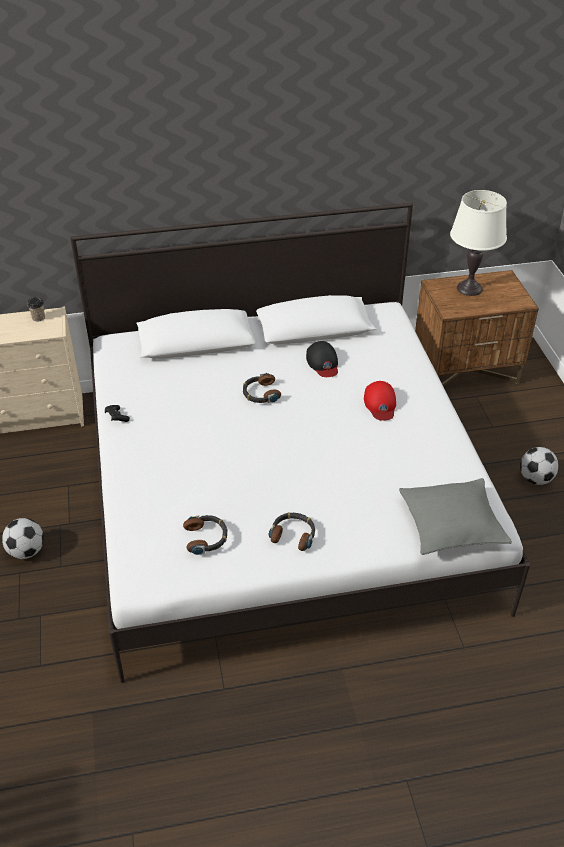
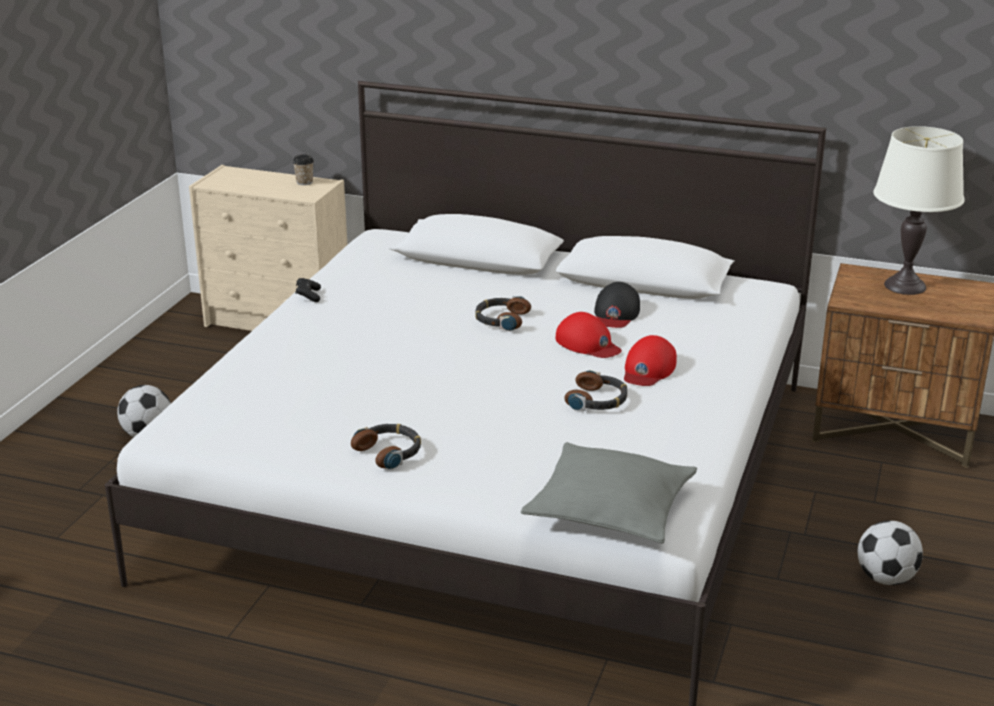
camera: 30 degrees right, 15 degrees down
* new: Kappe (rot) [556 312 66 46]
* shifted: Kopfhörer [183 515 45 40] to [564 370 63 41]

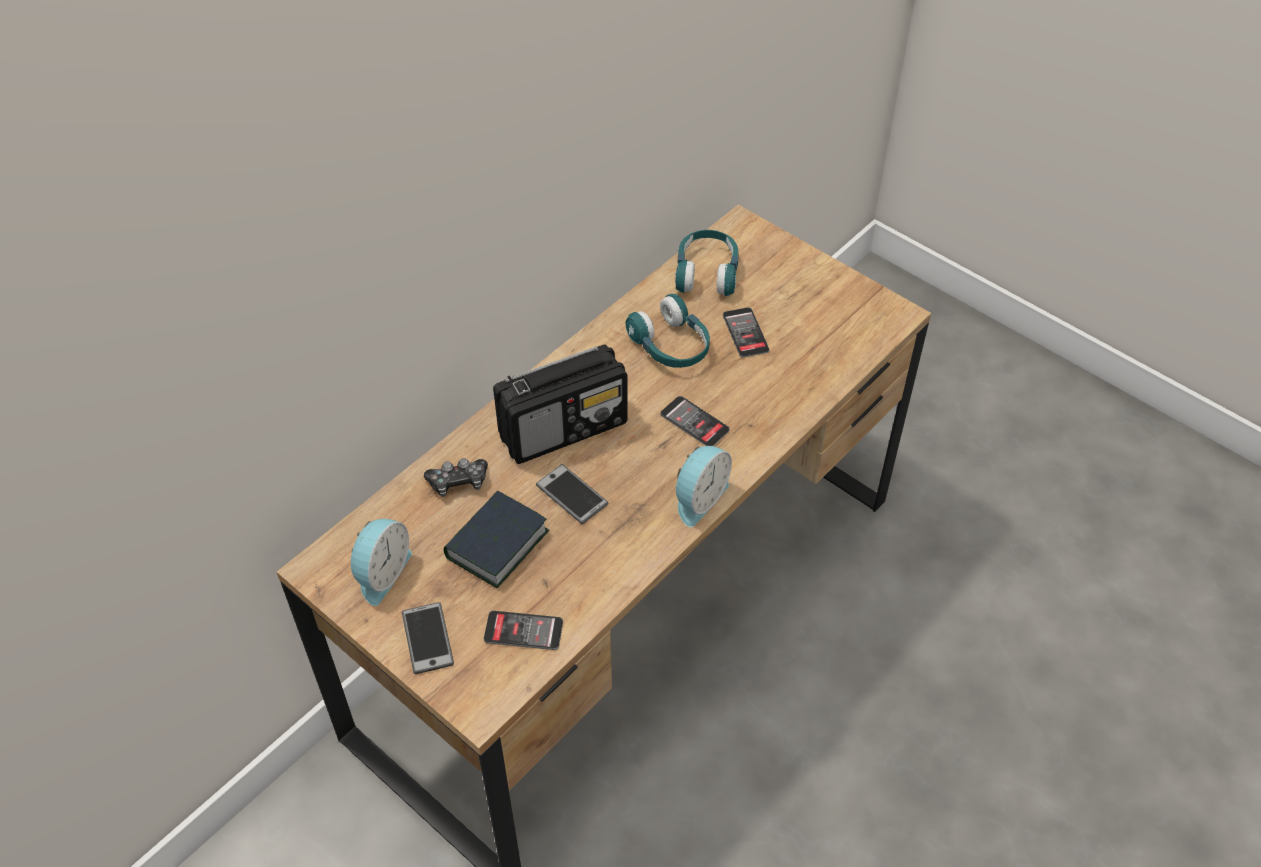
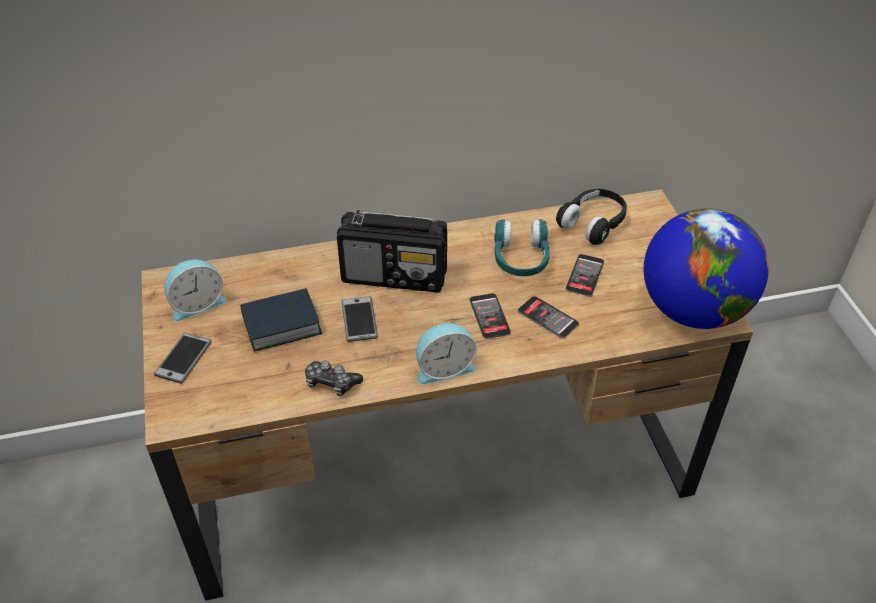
camera: 35 degrees right, 5 degrees down
* new: Globus [644 208 125 121]
* shifted: Gamepad [424 458 64 39] to [305 361 58 35]
* shifted: Handy [484 611 79 39] to [518 296 61 43]
* repainted: Kopfhörer (türkis) [675 230 64 66] to Kopfhörer (schwarz) [556 189 71 56]

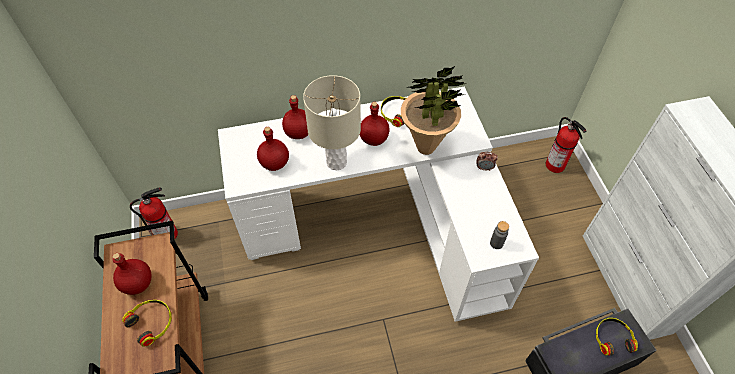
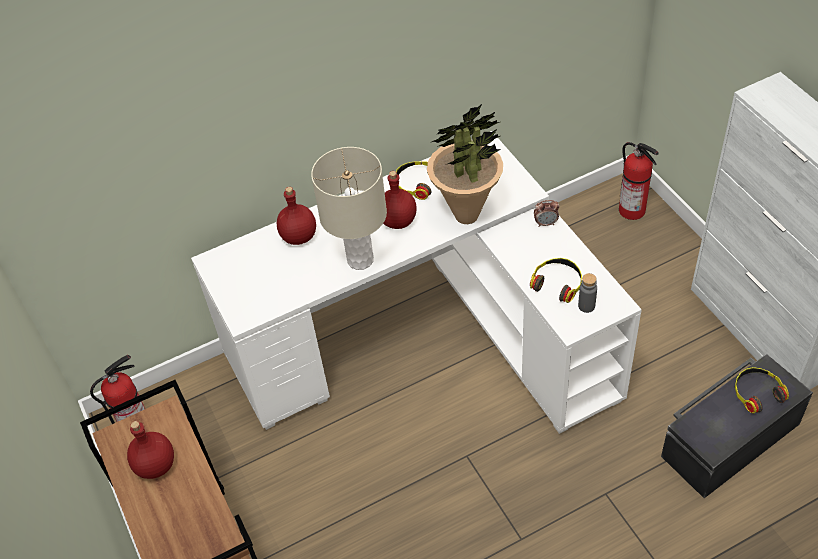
camera: 10 degrees left, 5 degrees down
* gone: Flasche (rot) [257 127 32 44]
* shifted: Kopfhörer [122 300 50 47] to [530 258 52 45]

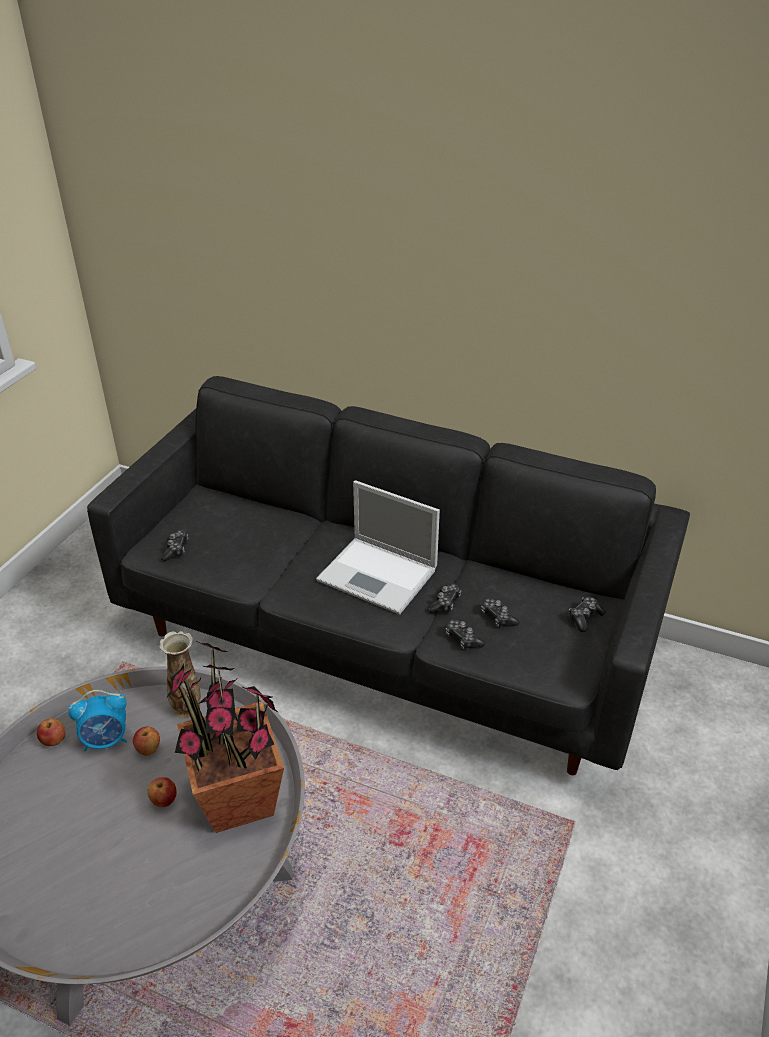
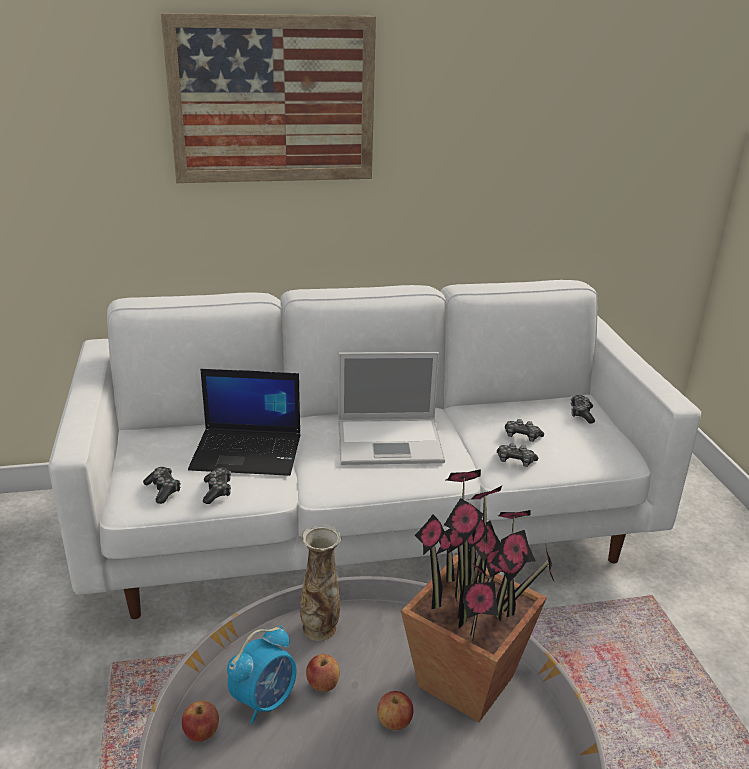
camera: 35 degrees left, 10 degrees down
* new: Bild [161 13 215 170]
* new: Laptop [188 369 113 107]
* shifted: Gamepad [427 584 34 29] to [203 467 28 37]
* repainted: Sofa (schwarz) [87 376 603 399] to Sofa (weiß) [48 280 653 339]

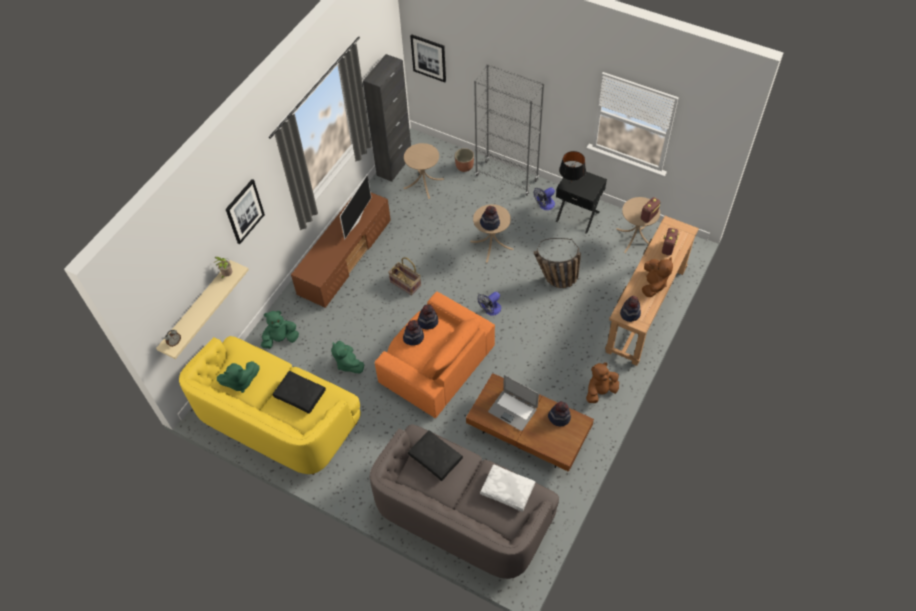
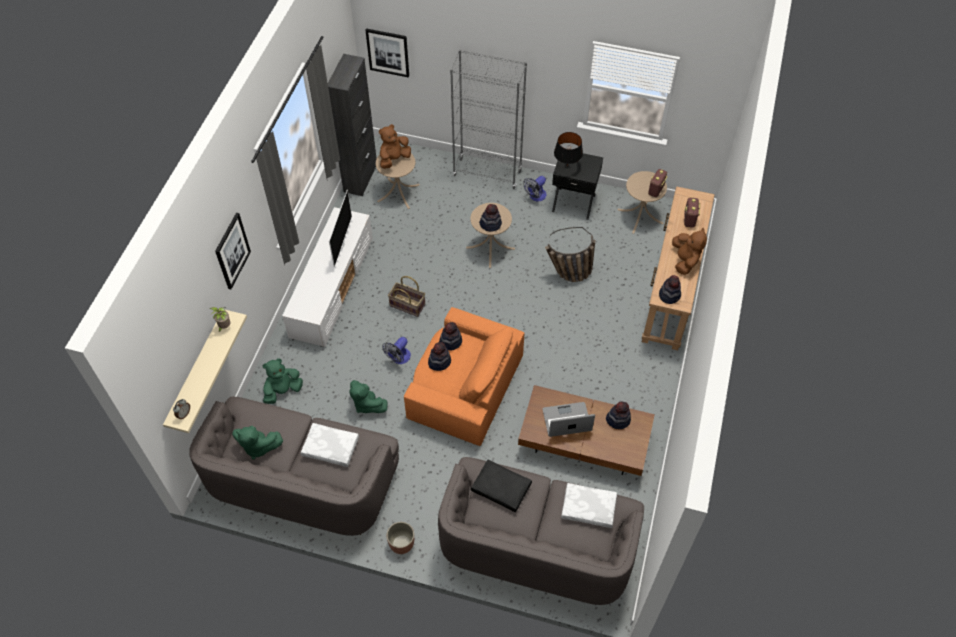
camera: 15 degrees left, 0 degrees up
* shifted: Pflanzkübel [455 148 19 24] to [387 522 27 32]
* shifted: Ventilator [477 292 24 24] to [382 337 29 27]
* shifted: Plüschtier (braun) [586 362 33 41] to [379 124 32 45]
* repainted: Sofa (gelb) [179 336 182 139] to Sofa (grau) [190 397 209 139]
* repainted: Kissen (schwarz) [273 371 53 43] to Kissen (weiß) [301 423 58 44]
* repainted: Fernsehschrank (braun) [291 192 100 116] to Fernsehschrank (weiß) [282 207 91 140]
* rotated: Plüschtier (grün) [217 361 42 32] = [232 425 51 34] 45 degrees clockwise
* rotated: Laptop [488 375 51 56] = [542 402 53 35] 150 degrees clockwise

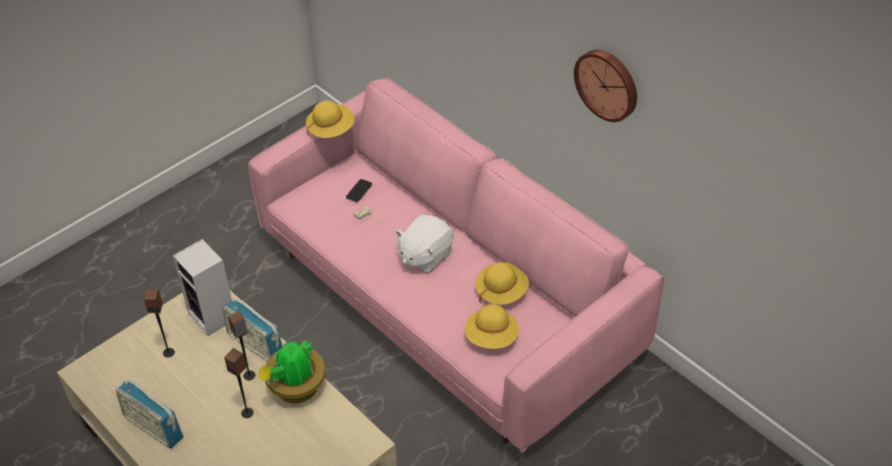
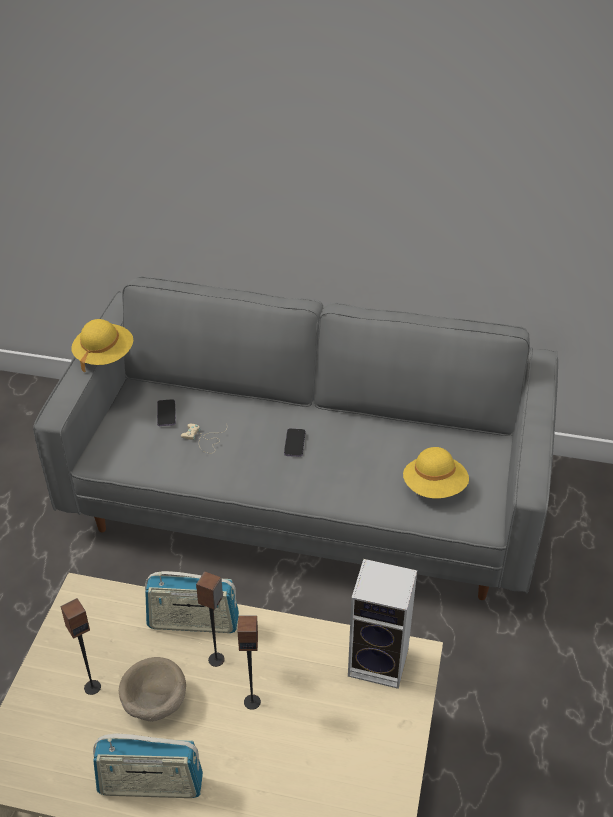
camera: 35 degrees left, 5 degrees down
* gone: Topfpflanze [258 341 68 62]
* gone: Hut (gelb) [475 262 54 43]
* gone: Wanduhr [574 50 63 72]
* new: Schüssel (beige) [119 657 67 64]
* shifted: Lautsprecher [173 239 59 97] to [348 559 69 130]
* swapped: Plüschtier (weiß) [395 215 59 58] to Handy [284 428 21 29]
* repainted: Sofa (rosa) [248 78 416 375] to Sofa (grau) [33 276 525 324]

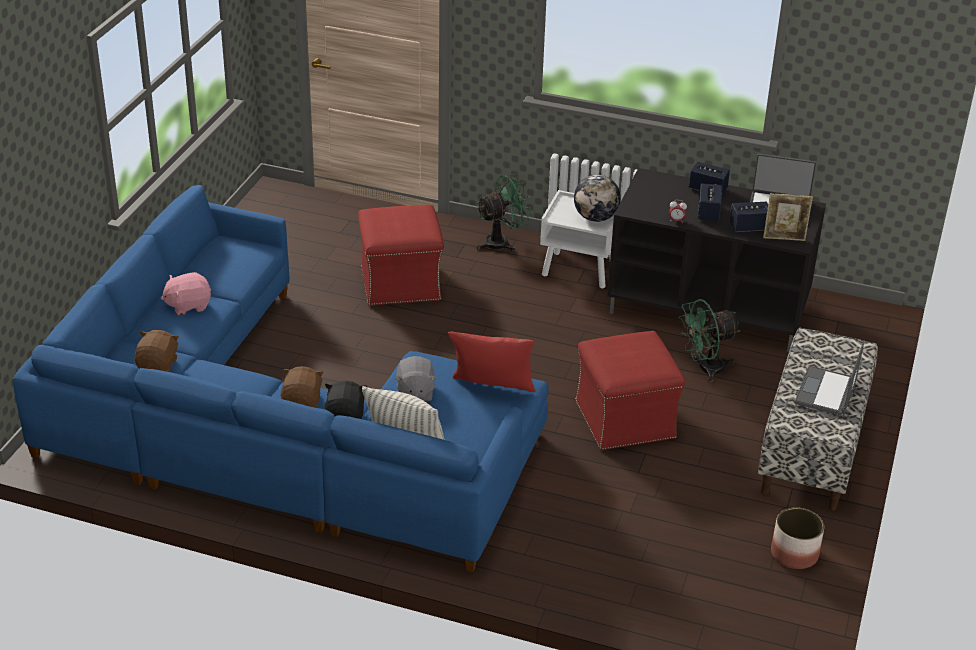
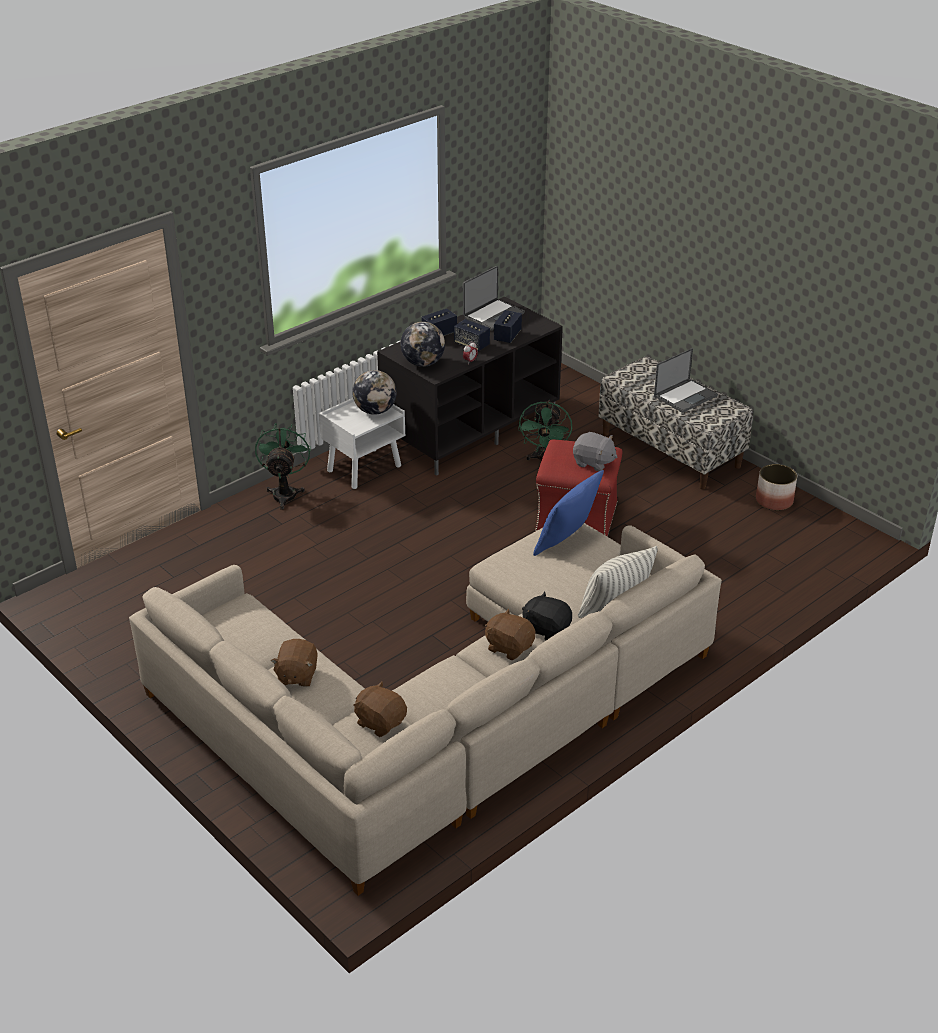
camera: 60 degrees left, 0 degrees up
* gone: Polsterhocker (rot) [358 205 86 101]
* gone: Bilderrahmen [763 193 50 48]
* new: Globus [401 322 44 45]
* shifted: Plüschtier (grau) [395 356 42 45] to [573 432 44 39]
* repainted: Sofa (blau) [13 185 536 388] to Sofa (beige) [129 523 593 373]
* repainted: Plüschtier (rosa) [161 272 50 43] to Plüschtier (braun) [271 639 47 48]
* repainted: Kissen (rot) [448 332 87 60] to Kissen (blau) [533 470 71 86]
* rotated: Laptop [794 342 70 74] = [654 348 64 65] 90 degrees counterclockwise

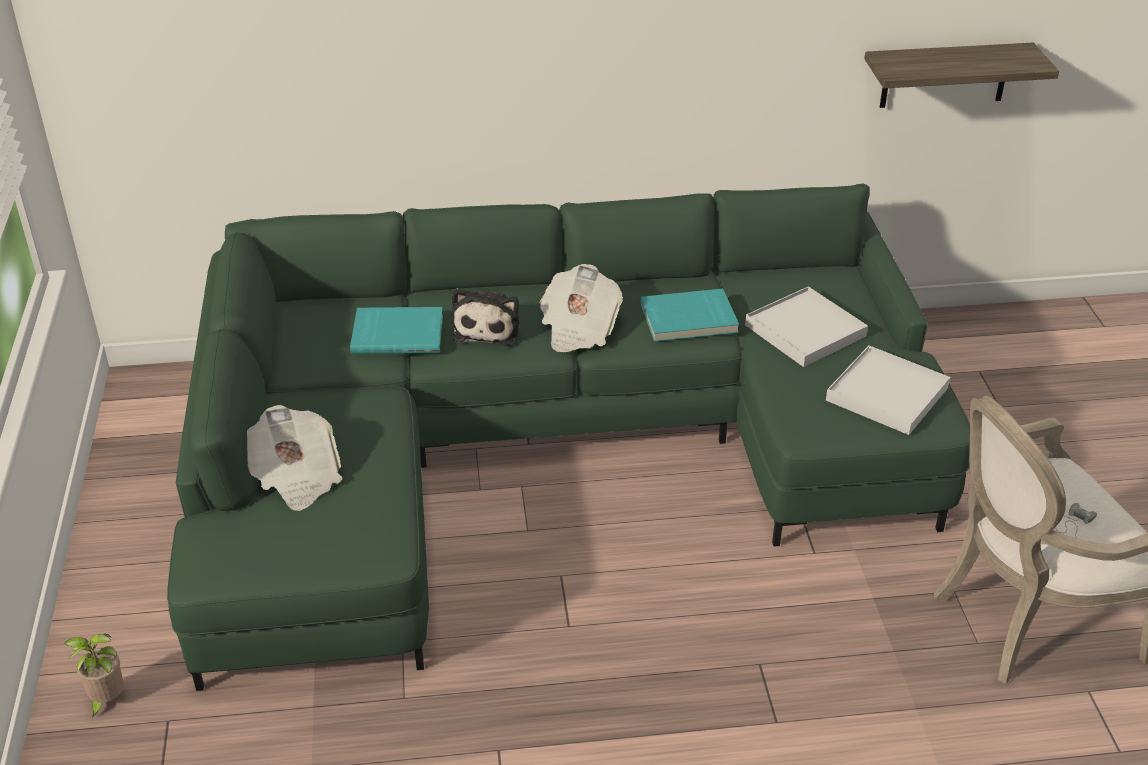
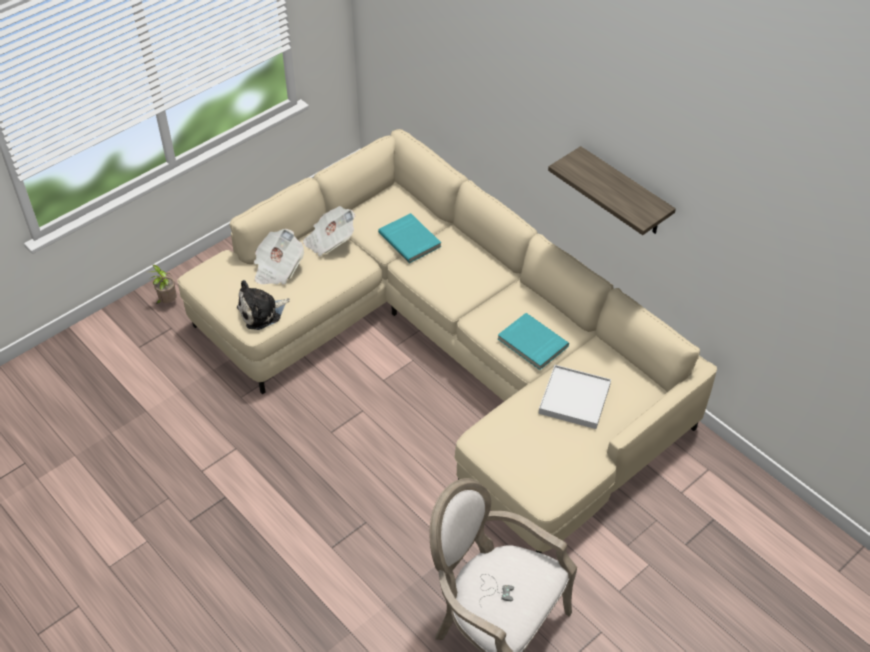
camera: 55 degrees right, 10 degrees up
* gone: Tablett (weiß) [826 346 124 89]
* shifted: Plüschtier [452 288 67 58] to [237 280 53 50]
* shifted: Zeitung [539 264 84 88] to [303 206 53 50]
* shifted: Wandregal [864 42 195 66] to [548 146 128 89]
* repainted: Sofa (grün) [167 183 803 508] to Sofa (beige) [177 129 540 425]

